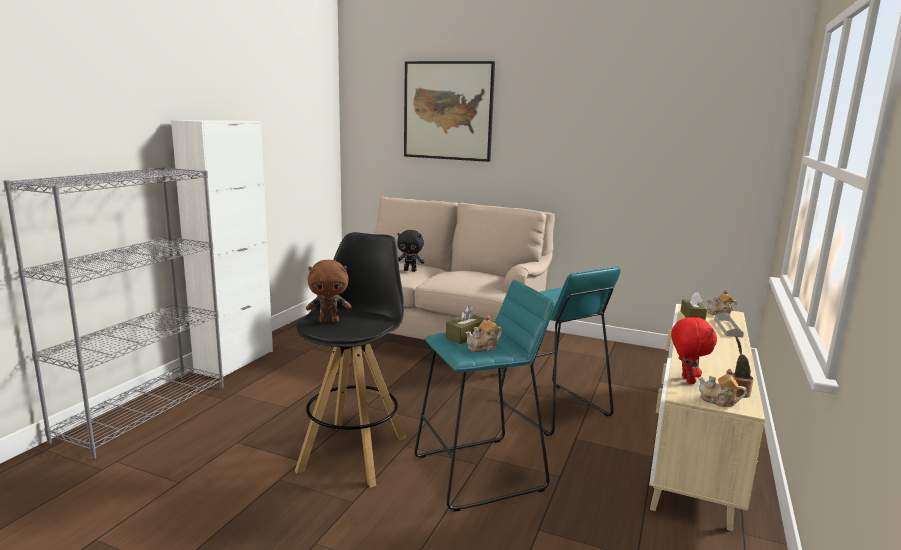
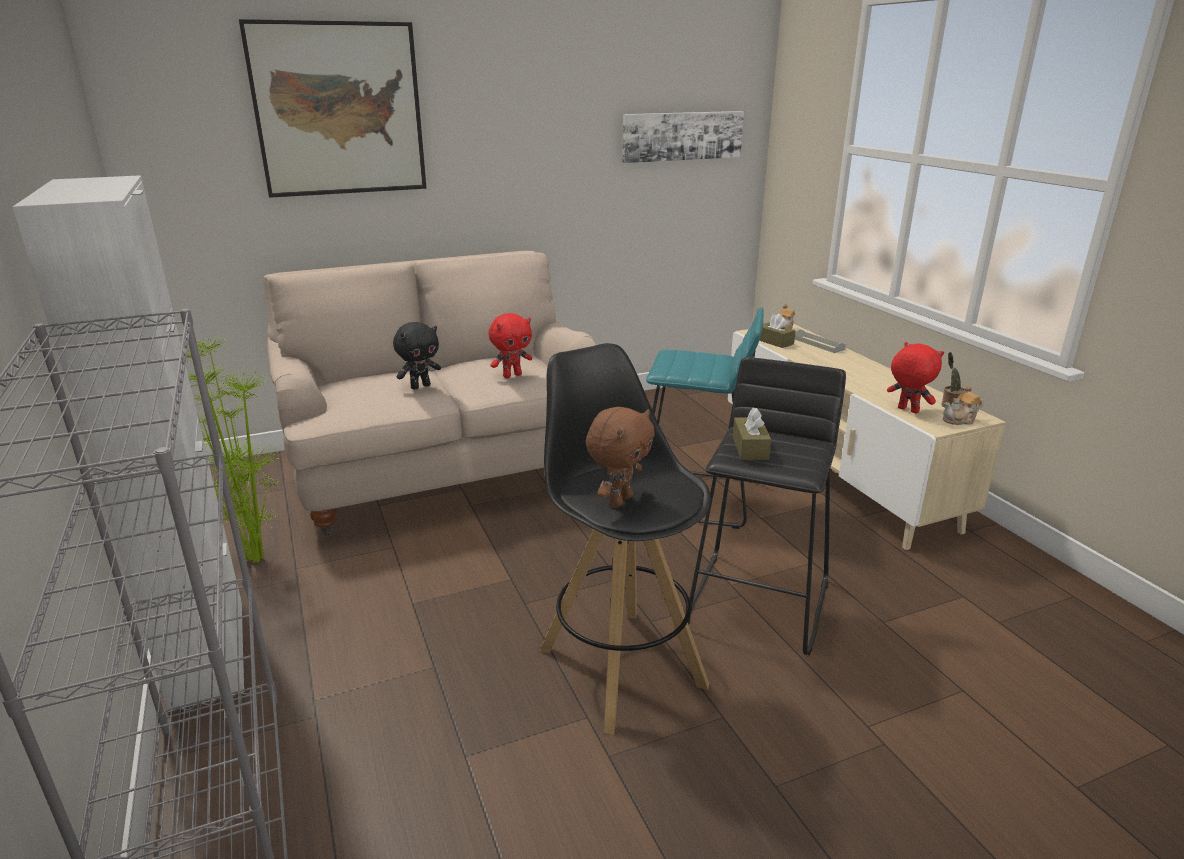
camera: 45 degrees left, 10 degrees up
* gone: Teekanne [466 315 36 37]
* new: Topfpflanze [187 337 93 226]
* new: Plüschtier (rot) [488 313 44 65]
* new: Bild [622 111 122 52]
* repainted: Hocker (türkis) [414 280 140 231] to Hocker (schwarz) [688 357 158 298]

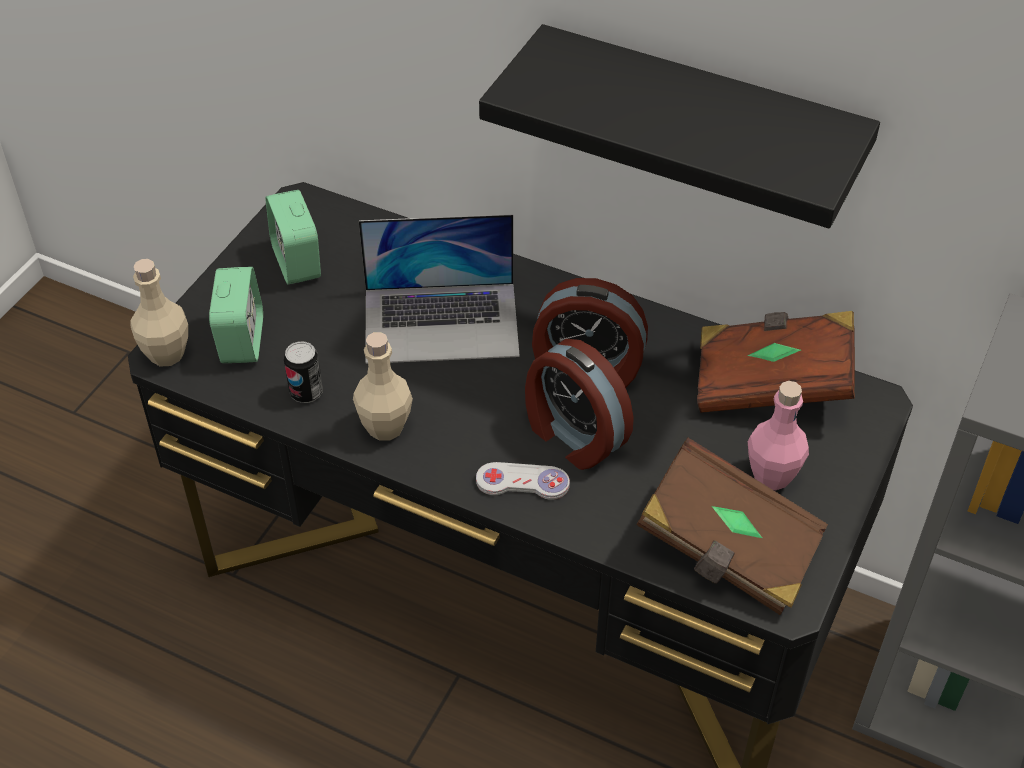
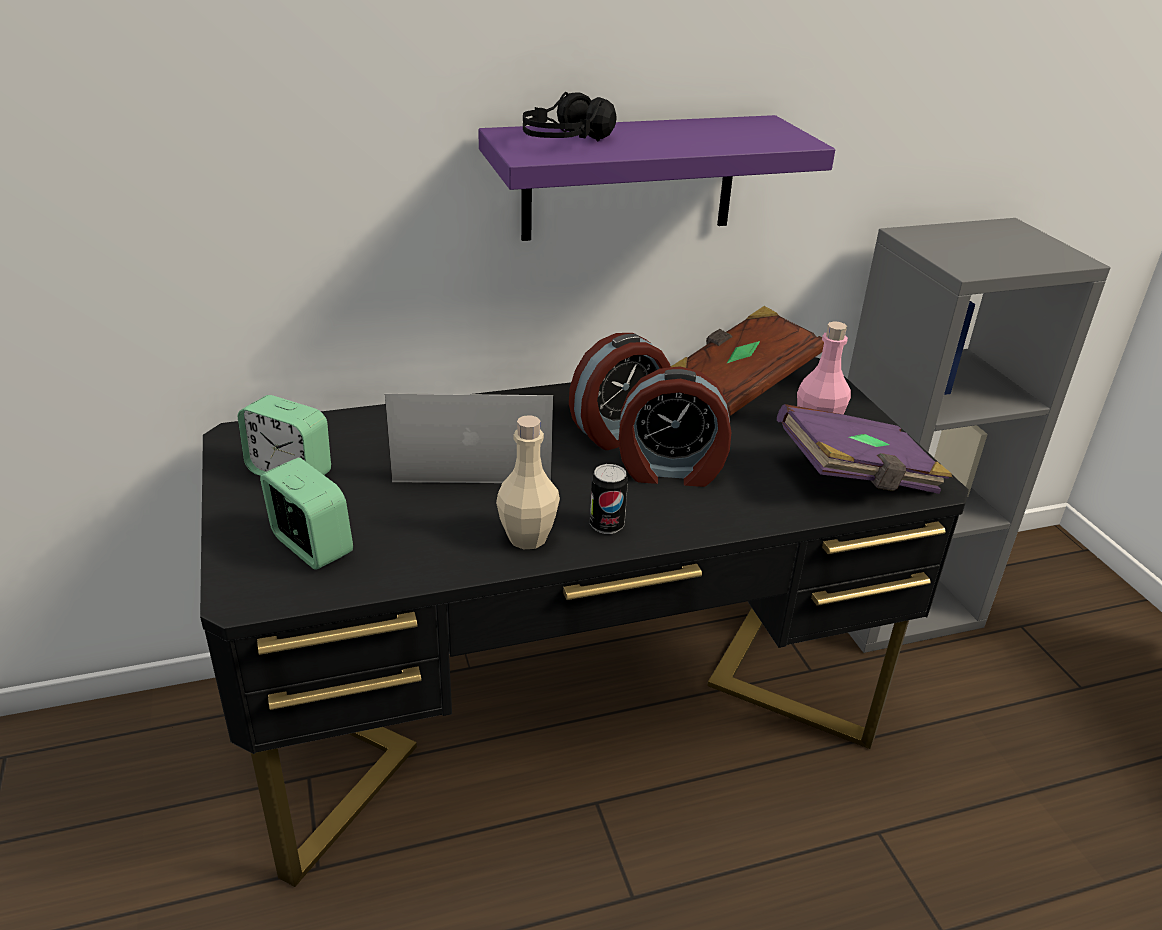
camera: 45 degrees left, 15 degrees down
* gone: Flasche (beige) [130 259 58 108]
* gone: Gamepad (weiß) [476 462 94 38]
* new: Kopfhörer (schwarz) [523 92 93 49]
* shifted: Dose [284 341 39 62] to [590 464 38 70]
* repainted: Wandregal (schwarz) [479 24 401 205] to Wandregal (lila) [478 115 357 126]
* repainted: Buch (braun) [636 438 192 177] to Buch (lila) [777 404 175 90]
* rotated: Laptop [359 214 161 150] = [385 393 168 90] 135 degrees counterclockwise

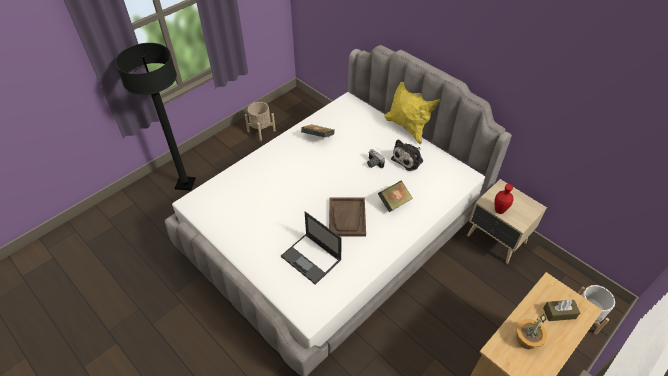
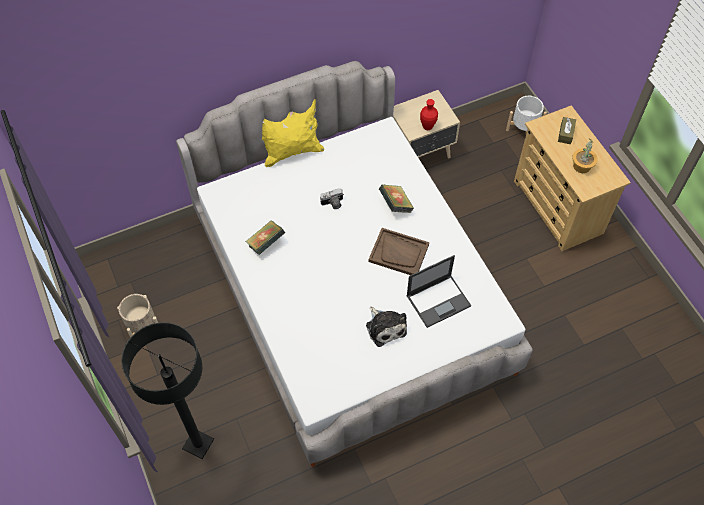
camera: 70 degrees left, 10 degrees up
* shifted: Plüschtier [391 139 32 32] to [366 307 41 40]

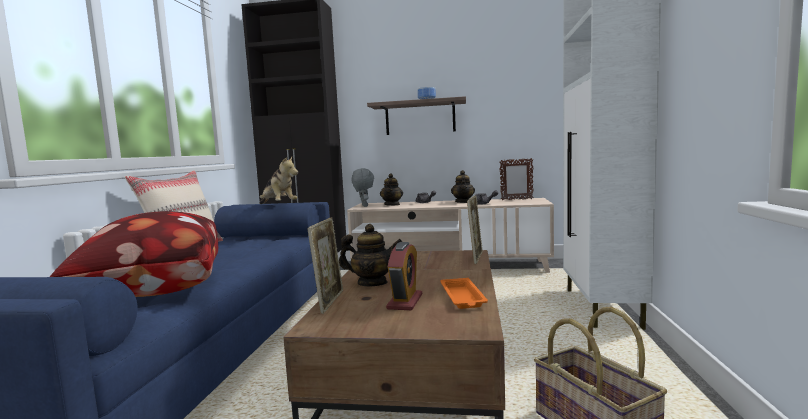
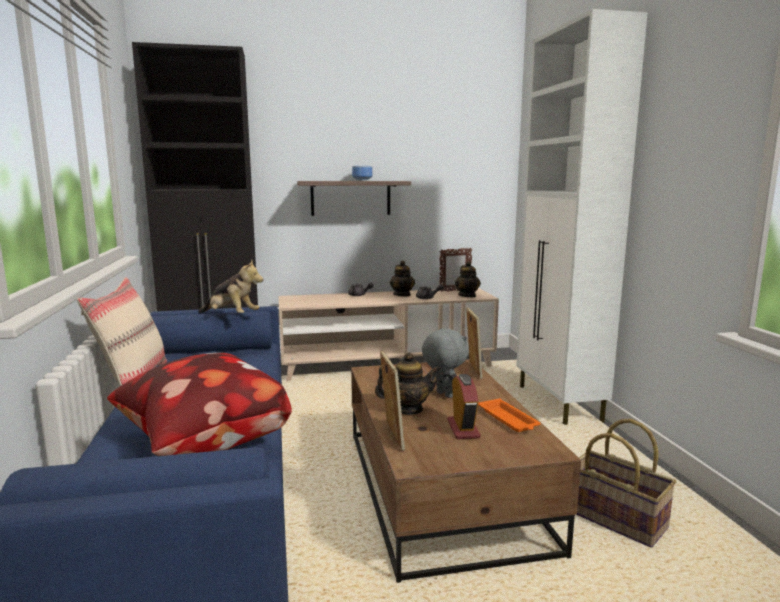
camera: 20 degrees left, 5 degrees up
* shifted: Plüschtier (grau) [351 168 23 39] to [422 328 47 70]
* shifted: Teekanne [380 173 23 33] to [455 261 26 36]

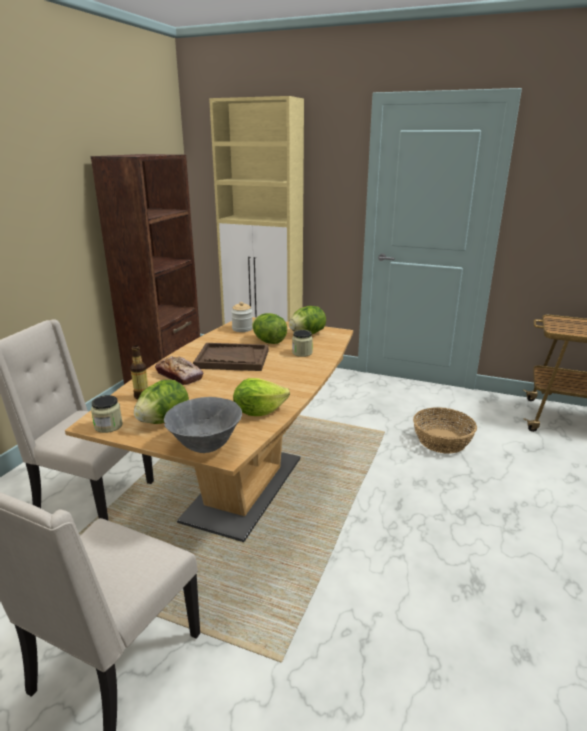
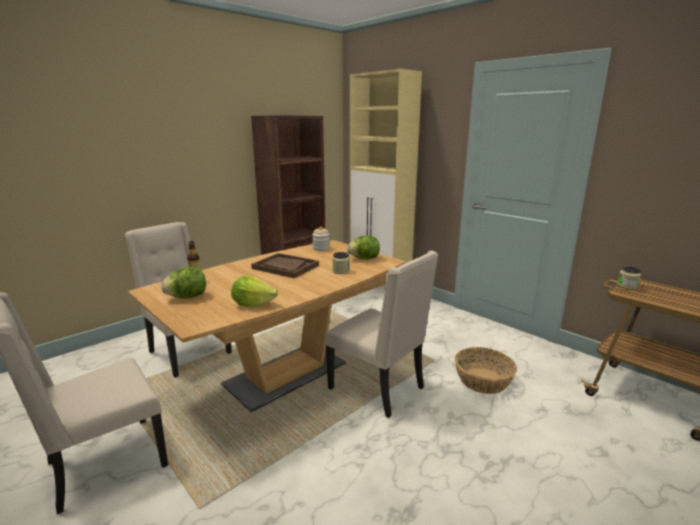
camera: 25 degrees right, 5 degrees down
* gone: Brot [155 356 48 29]
* gone: Schüssel (grau) [164 397 78 56]
* gone: Salatkopf [252 313 35 31]
* new: Stuhl (beige) [325 251 113 167]
* shifted: Vorratsglas [91 395 32 38] to [617 266 24 24]

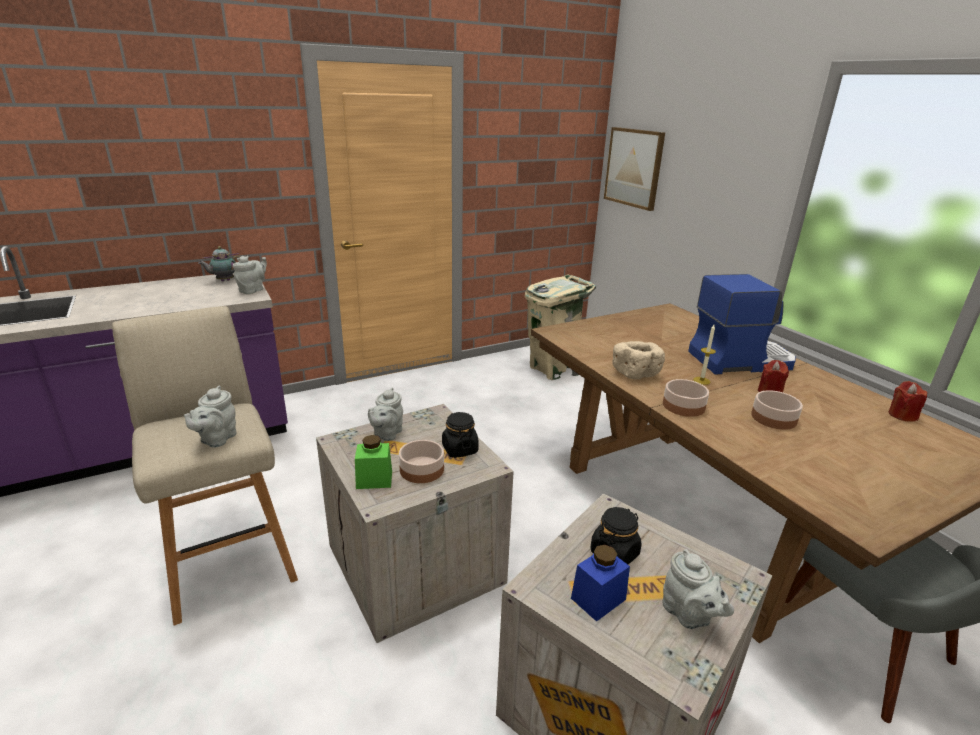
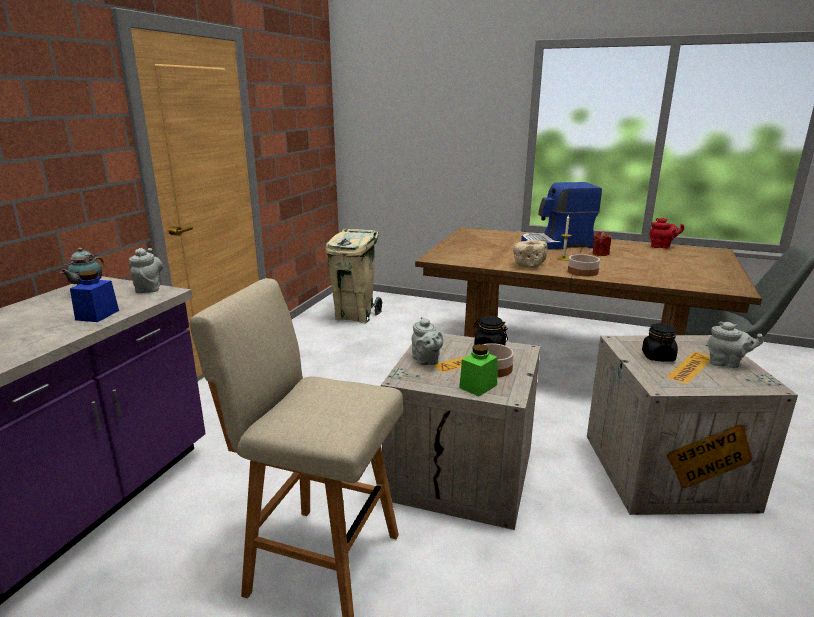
camera: 40 degrees left, 5 degrees down
* gone: Teekanne (grau) [184 386 53 62]
* gone: Bild [604 127 61 84]
* gone: Schüssel [751 390 52 40]
* shifted: Vorratsglas (blau) [571 545 59 77] to [70 271 49 51]
* swapped: Kerze (rot) [889 381 38 41] to Teekanne (rot) [649 218 35 30]
* rotated: Kaffeemaschine [688 274 108 101] = [521 182 81 68] 135 degrees counterclockwise

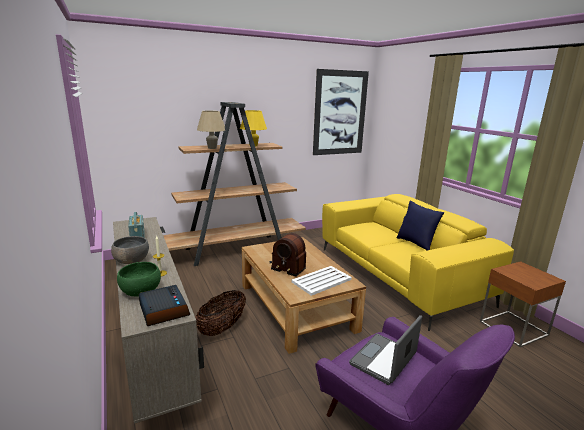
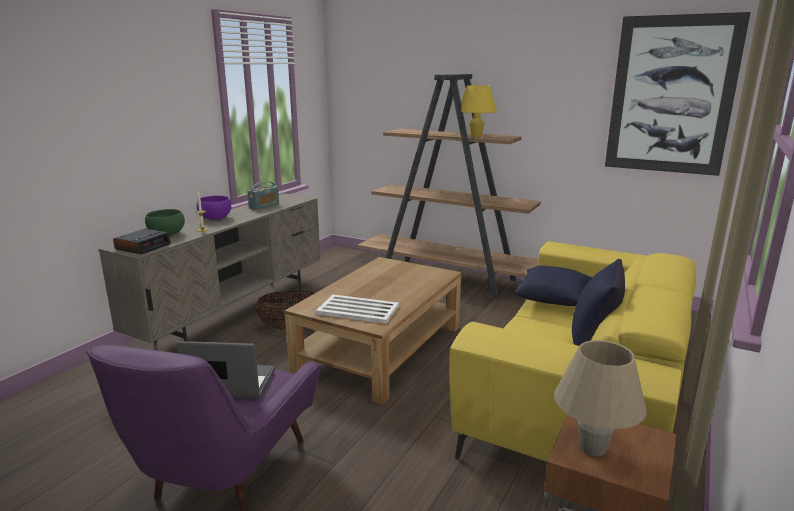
camera: 55 degrees right, 0 degrees up
* gone: Radio [270 233 36 44]
* new: Kissen (blau) [513 266 79 40]
* shifted: Tischlampe (beige) [197 111 28 38] to [554 340 93 116]
* repainted: Schüssel (grau) [111 236 38 28] to Schüssel (lila) [197 196 34 24]

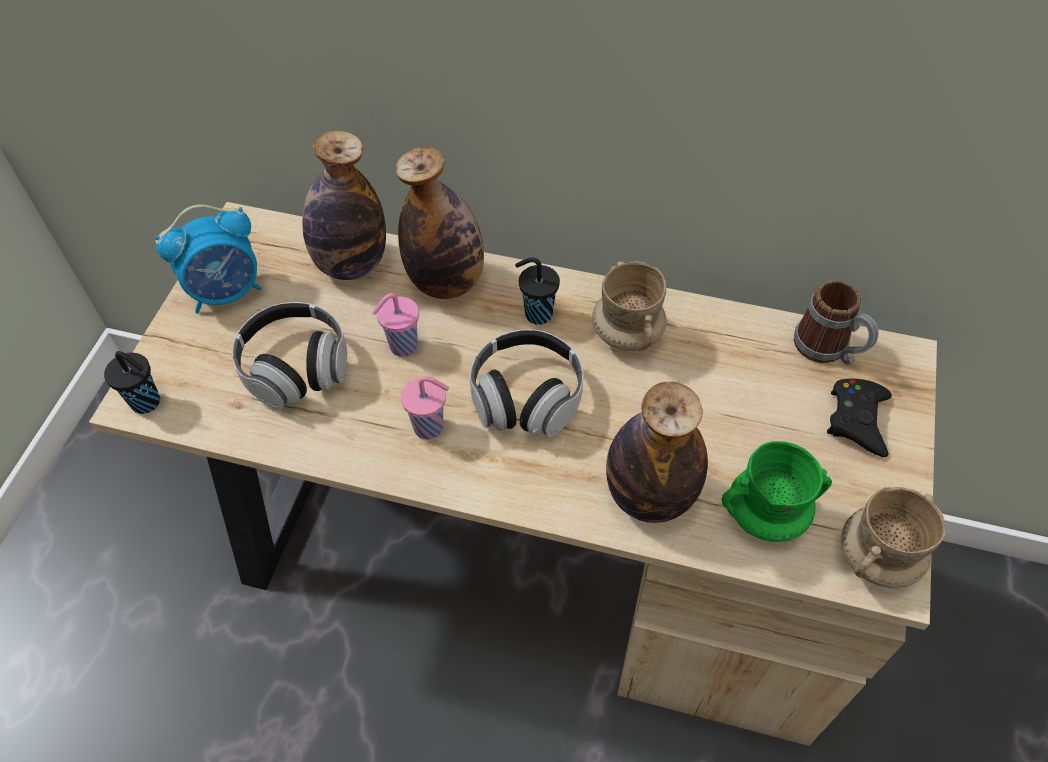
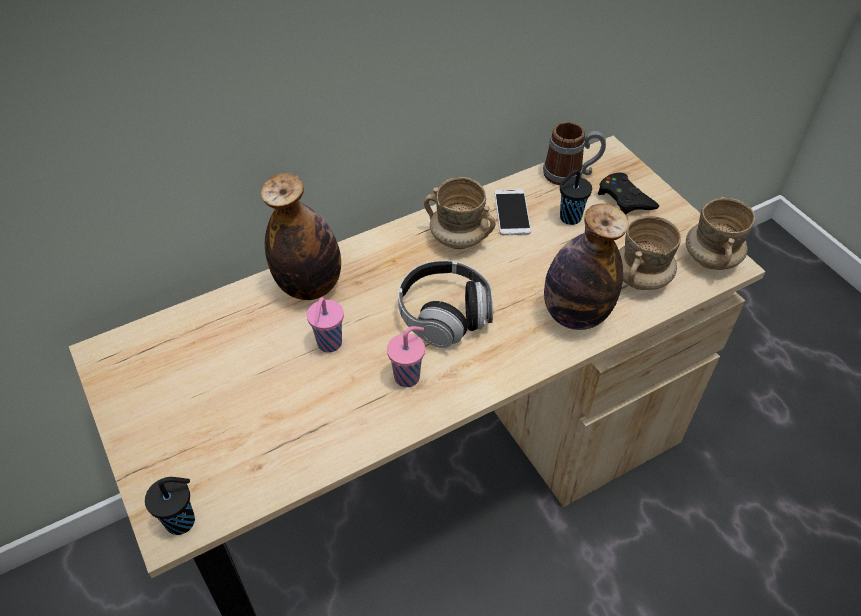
camera: 45 degrees left, 5 degrees down
* gone: Wecker [155 205 107 108]
* gone: Kopfhörer [232 302 115 108]
* gone: Flasche [302 131 84 149]
* new: Handy [494 189 37 46]
* shifted: Tasse (schwarz) [515 257 45 68] to [560 169 32 56]
* repainted: Henkelbecher (grün) [721 441 111 101] to Henkelbecher (beige) [619 216 62 74]

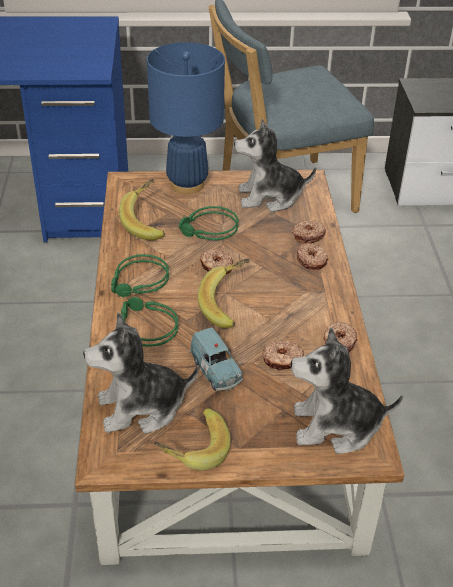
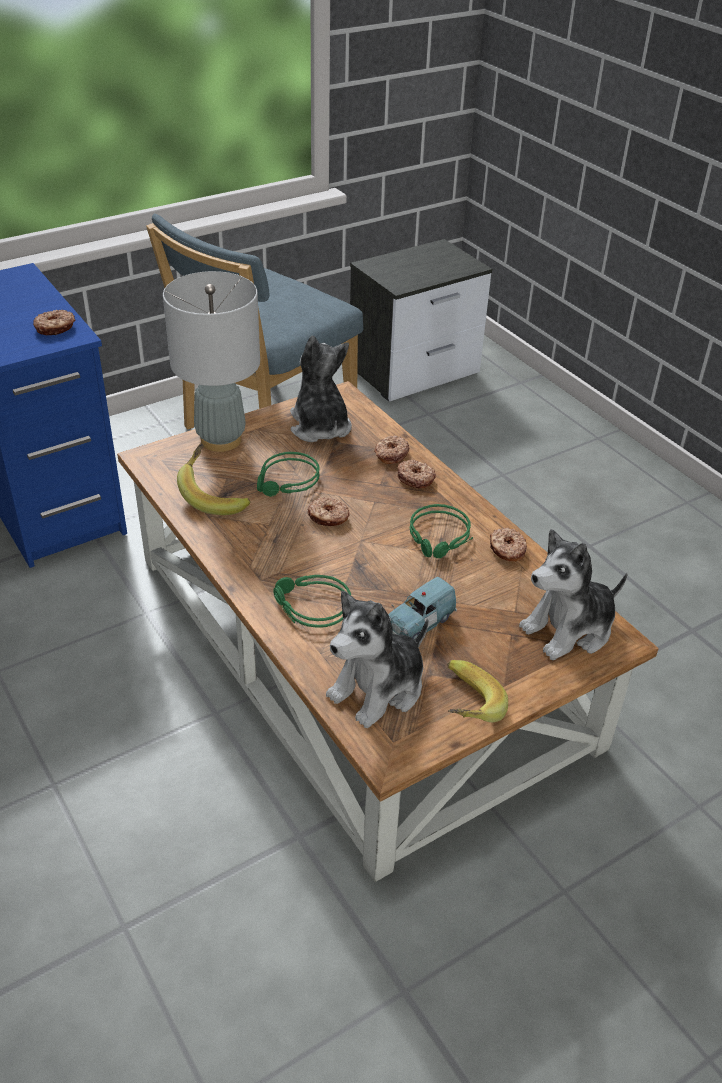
camera: 30 degrees left, 0 degrees up
* gone: Banane [198 258 52 70]
* shifted: Kopfhörer (grün) [111 254 58 43] to [410 504 63 54]
* shifted: Donut [262 341 42 29] to [33 310 42 25]
* repainted: Tischlampe (blau) [147 42 78 152] to Tischlampe (grau) [163 271 97 181]
* rotated: Spielzeugauto (blau) [189 327 54 64] = [388 577 69 62] 105 degrees clockwise
* rotated: Plüschtier [234 119 82 93] = [290 336 62 106] 105 degrees clockwise

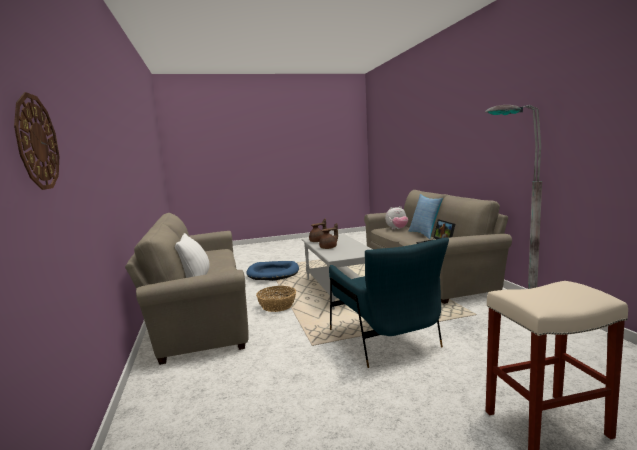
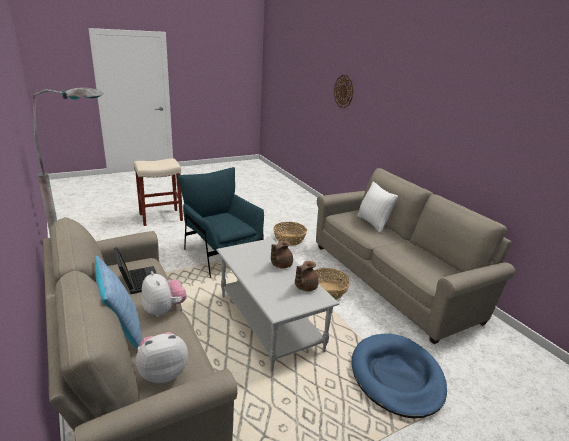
camera: 165 degrees right, 15 degrees up
* new: Plüschtier [141 271 46 46]
* new: Korb [273 222 34 24]

